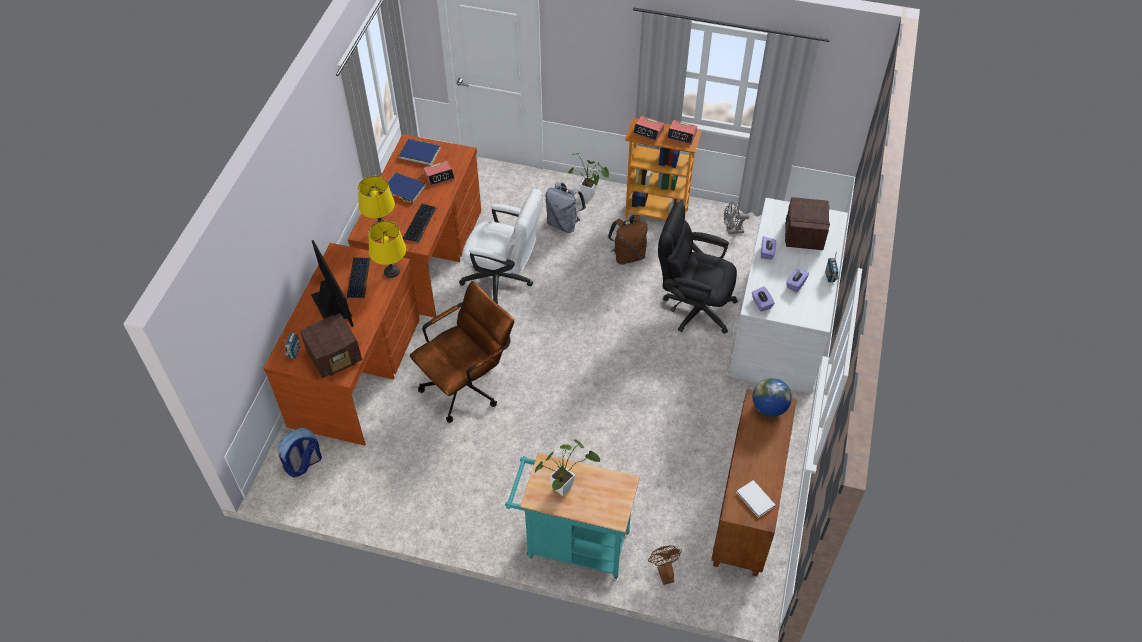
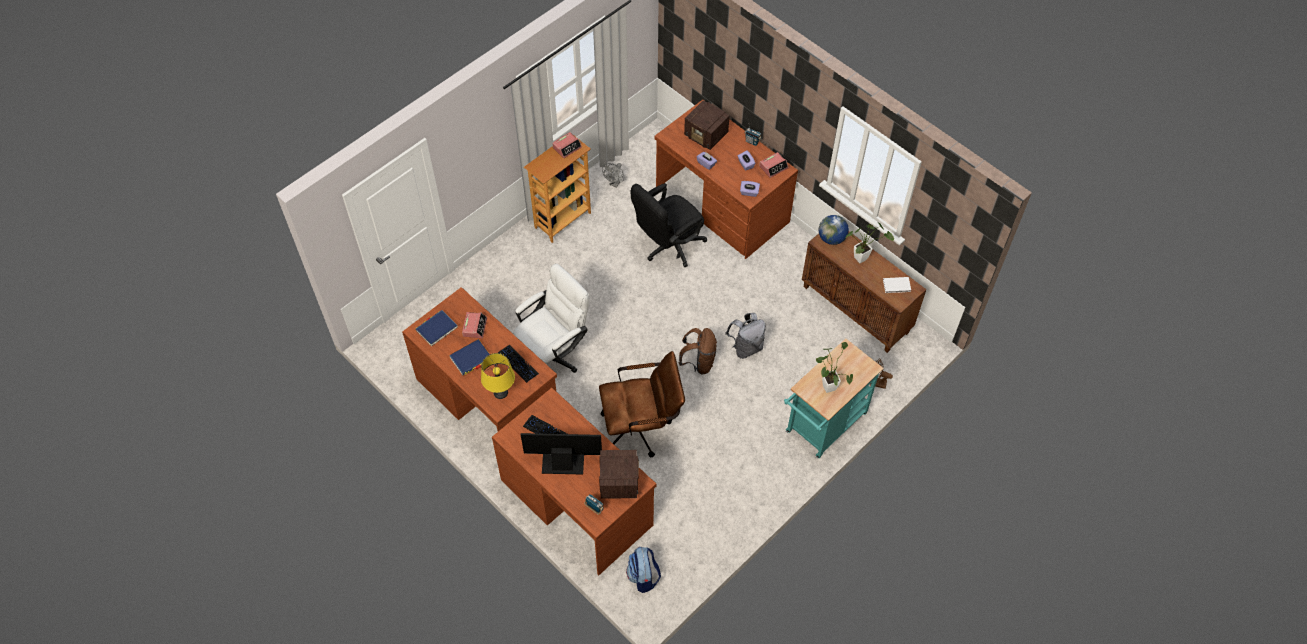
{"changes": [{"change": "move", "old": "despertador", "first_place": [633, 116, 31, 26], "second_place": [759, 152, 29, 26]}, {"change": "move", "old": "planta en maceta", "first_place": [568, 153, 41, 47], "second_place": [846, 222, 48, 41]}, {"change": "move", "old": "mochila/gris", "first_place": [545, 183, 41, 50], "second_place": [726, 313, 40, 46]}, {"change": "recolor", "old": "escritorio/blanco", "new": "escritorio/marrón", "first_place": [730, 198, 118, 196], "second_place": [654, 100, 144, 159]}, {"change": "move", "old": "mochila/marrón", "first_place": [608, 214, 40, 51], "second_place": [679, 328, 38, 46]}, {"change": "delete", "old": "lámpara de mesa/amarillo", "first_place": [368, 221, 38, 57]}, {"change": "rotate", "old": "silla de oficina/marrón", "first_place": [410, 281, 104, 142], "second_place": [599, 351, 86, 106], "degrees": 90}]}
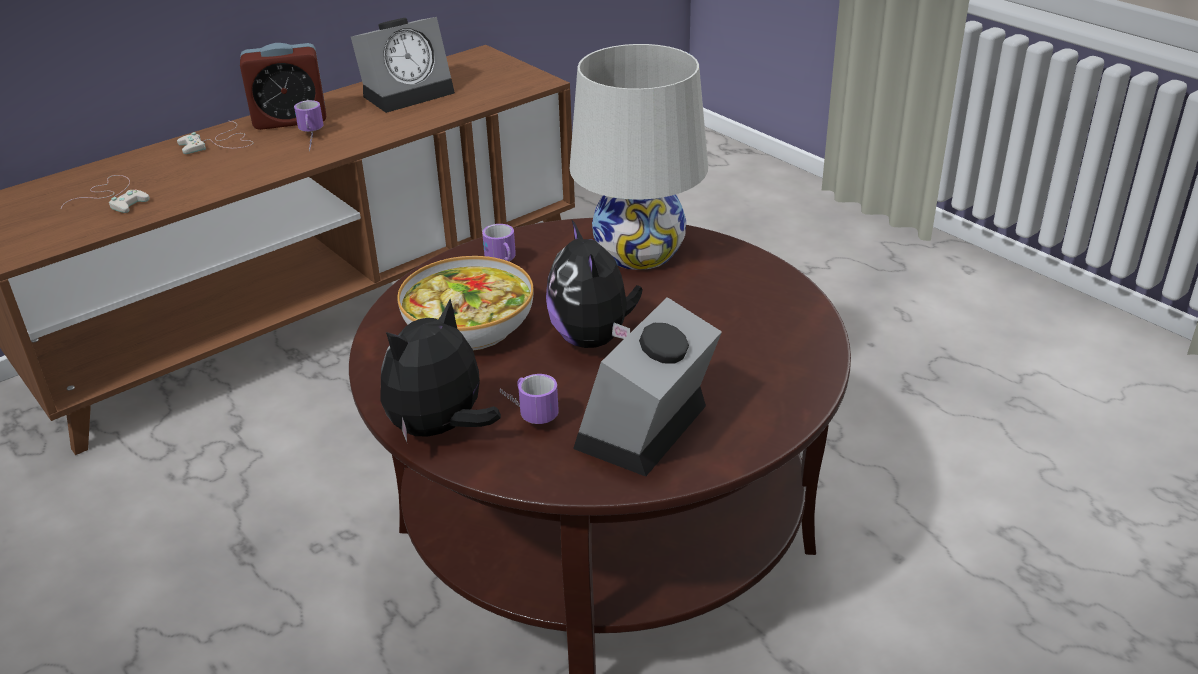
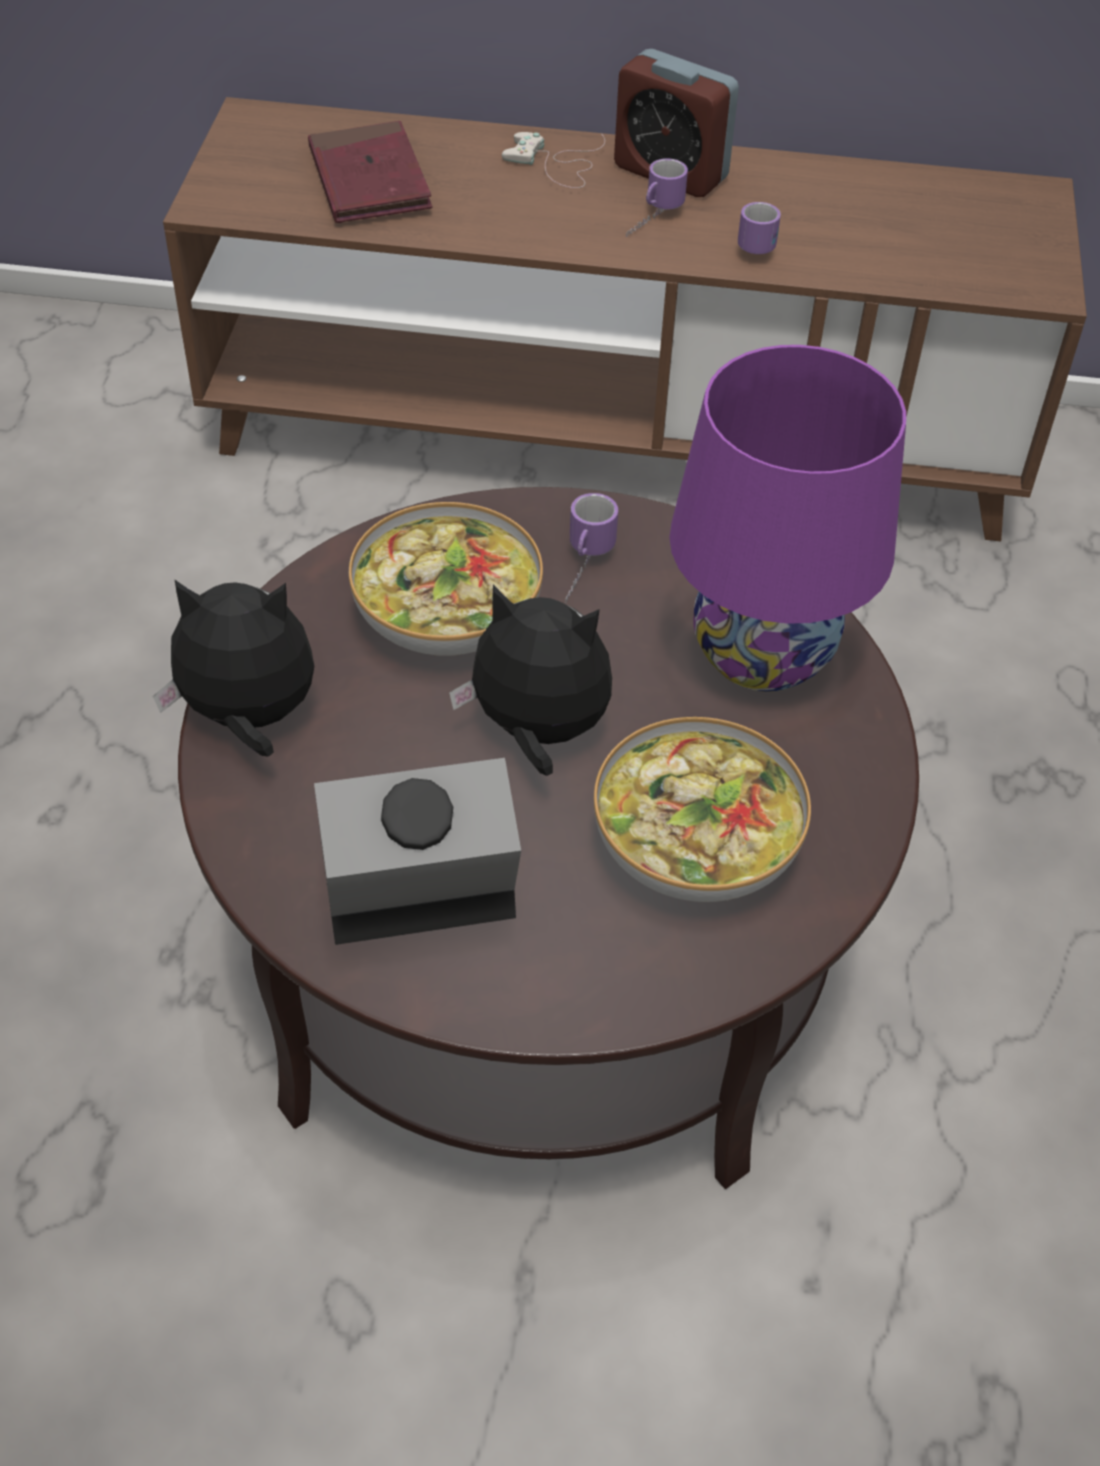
{"changes": [{"change": "delete", "old": "despertador", "first_place": [351, 17, 104, 96]}, {"change": "recolor", "old": "lámpara de mesa/blanco", "new": "lámpara de mesa/morado", "first_place": [569, 44, 139, 226], "second_place": [669, 345, 237, 347]}, {"change": "replace", "old": "mando de consola/blanco", "new": "libro/rojo", "first_place": [61, 175, 89, 38], "second_place": [308, 121, 124, 102]}, {"change": "rotate", "old": "peluche", "first_place": [546, 220, 96, 128], "second_place": [449, 585, 163, 191], "degrees": 75}, {"change": "move", "old": "taza grande", "first_place": [500, 374, 59, 50], "second_place": [738, 202, 43, 52]}, {"change": "insert", "new": "cuenco", "second_place": [594, 717, 217, 185]}]}
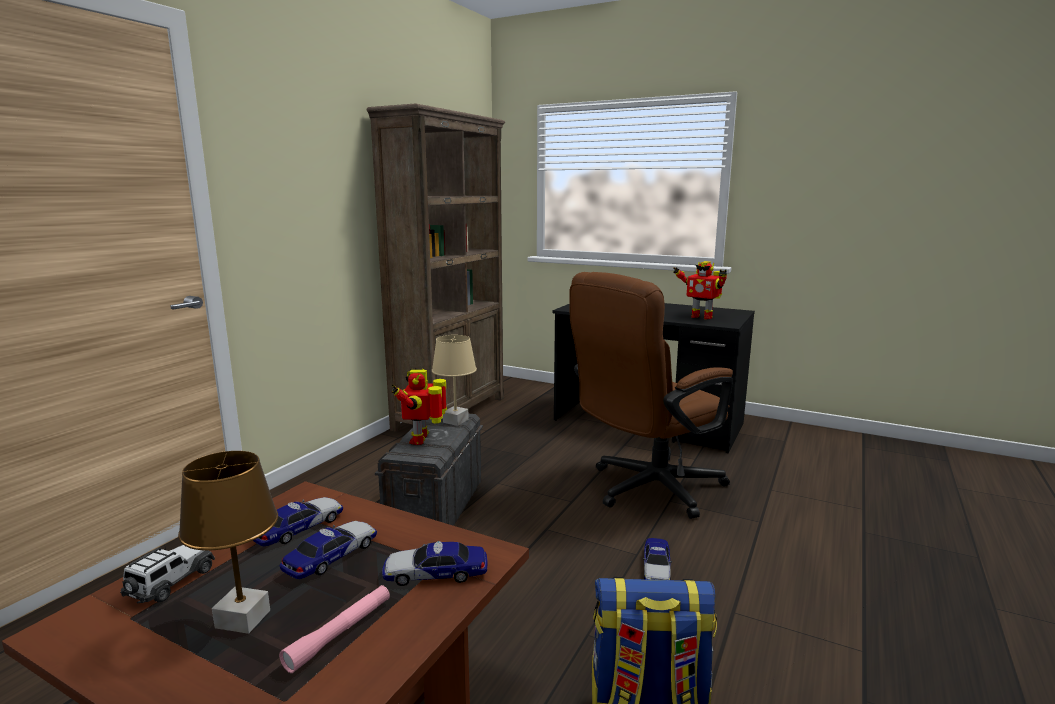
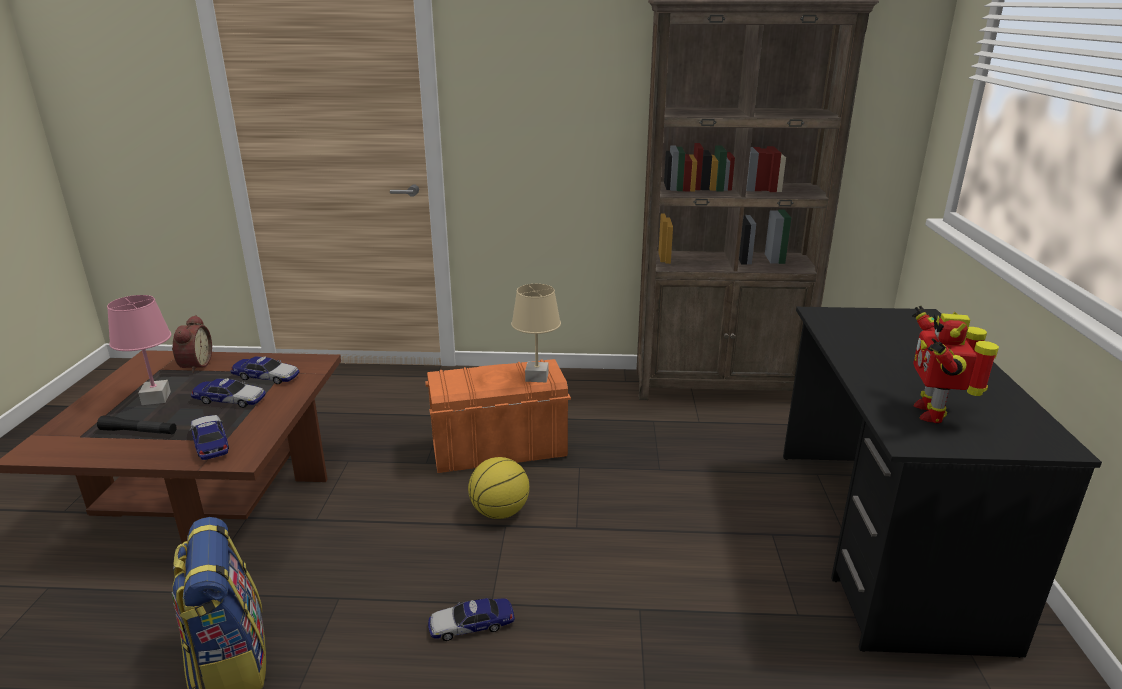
{"changes": [{"change": "delete", "old": "silla de oficina/marrón", "first_place": [569, 272, 164, 247]}, {"change": "delete", "old": "robot de juguete", "first_place": [391, 368, 56, 77]}, {"change": "recolor", "old": "caja de almacenaje/gris", "new": "caja de almacenaje/naranja", "first_place": [375, 414, 108, 112], "second_place": [425, 359, 146, 114]}, {"change": "recolor", "old": "lámpara de mesa/marrón", "new": "lámpara de mesa/rosa", "first_place": [178, 451, 100, 183], "second_place": [107, 295, 64, 110]}, {"change": "replace", "old": "coche de juguete", "new": "despertador", "first_place": [120, 542, 95, 62], "second_place": [172, 315, 40, 58]}, {"change": "recolor", "old": "linterna/rosa", "new": "linterna/negro", "first_place": [279, 585, 111, 88], "second_place": [97, 416, 80, 18]}, {"change": "insert", "new": "balón de baloncesto", "second_place": [468, 457, 61, 62]}]}
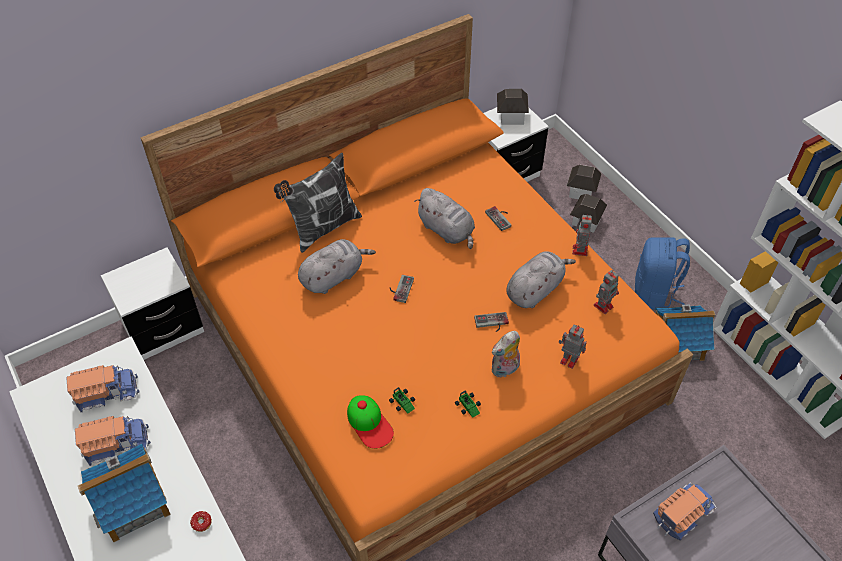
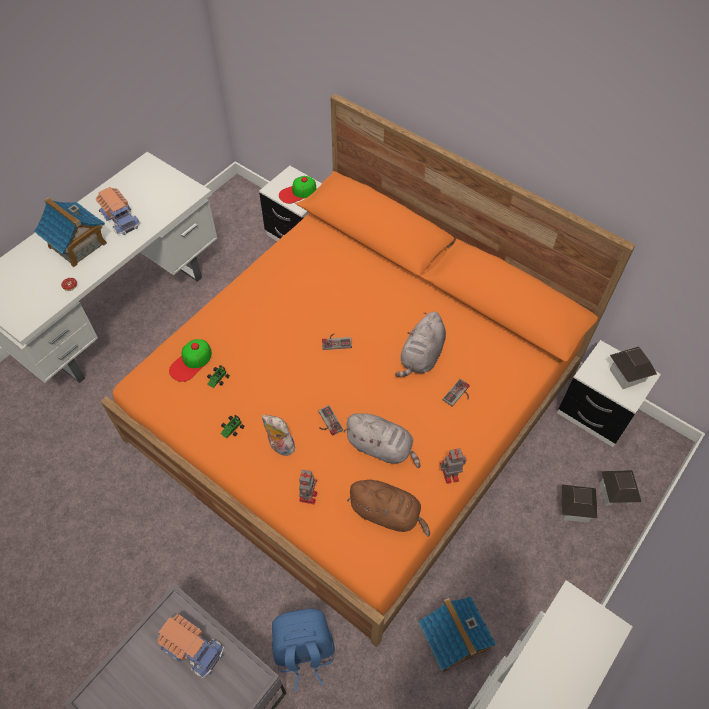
{"changes": [{"change": "delete", "old": "cojín", "first_place": [274, 153, 88, 100]}, {"change": "move", "old": "mochila/azul", "first_place": [635, 237, 55, 73], "second_place": [272, 609, 63, 82]}, {"change": "delete", "old": "peluche/gris", "first_place": [298, 239, 78, 55]}, {"change": "replace", "old": "robot de juguete", "new": "peluche/marrón", "first_place": [593, 270, 26, 44], "second_place": [347, 480, 83, 57]}, {"change": "delete", "old": "camión de juguete", "first_place": [66, 365, 74, 47]}, {"change": "insert", "new": "gorra", "second_place": [279, 176, 38, 28]}]}
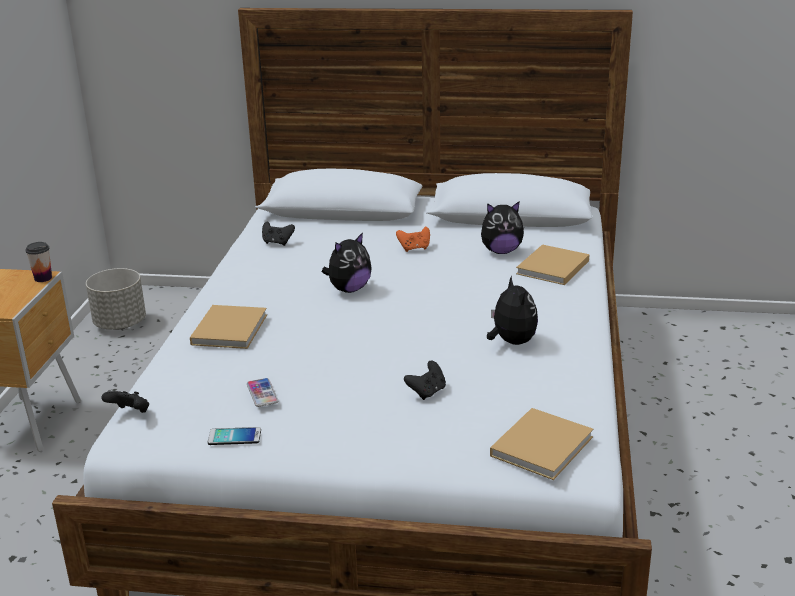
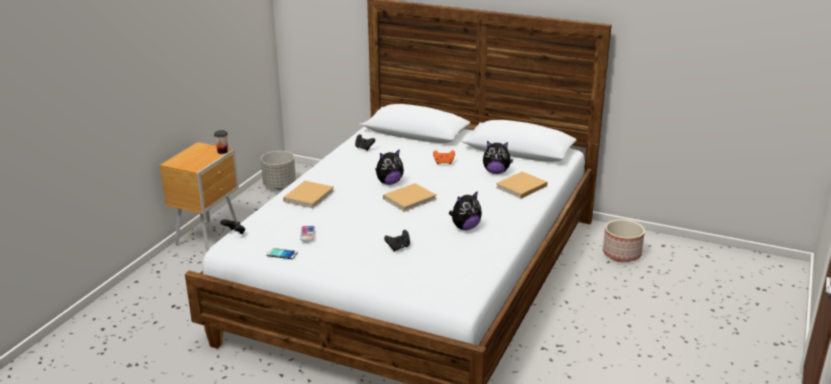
{"changes": [{"change": "rotate", "old": "peluche", "first_place": [487, 275, 51, 70], "second_place": [449, 191, 33, 39], "degrees": 60}, {"change": "move", "old": "libro/beis", "first_place": [490, 408, 104, 72], "second_place": [383, 183, 53, 29]}, {"change": "insert", "new": "maceta", "second_place": [603, 219, 42, 43]}]}
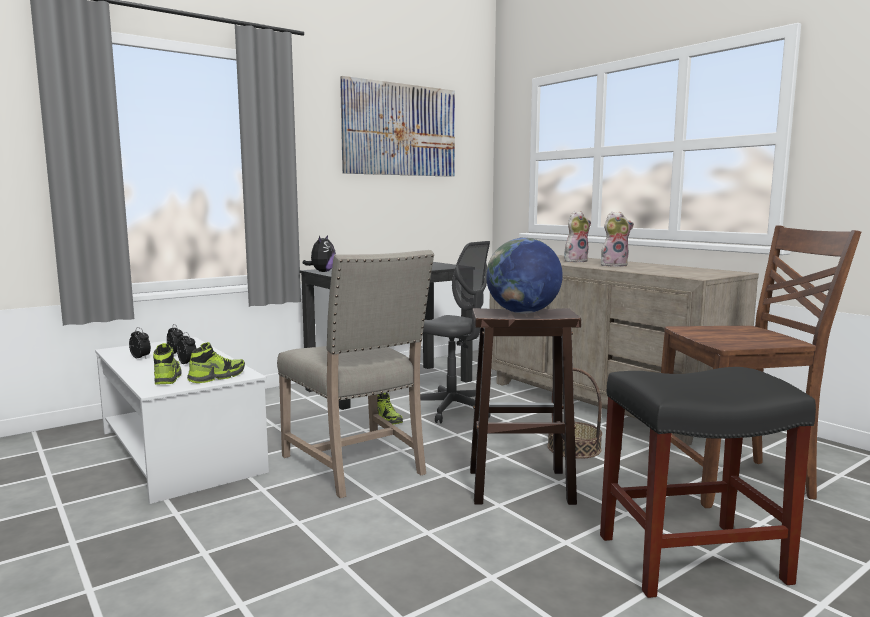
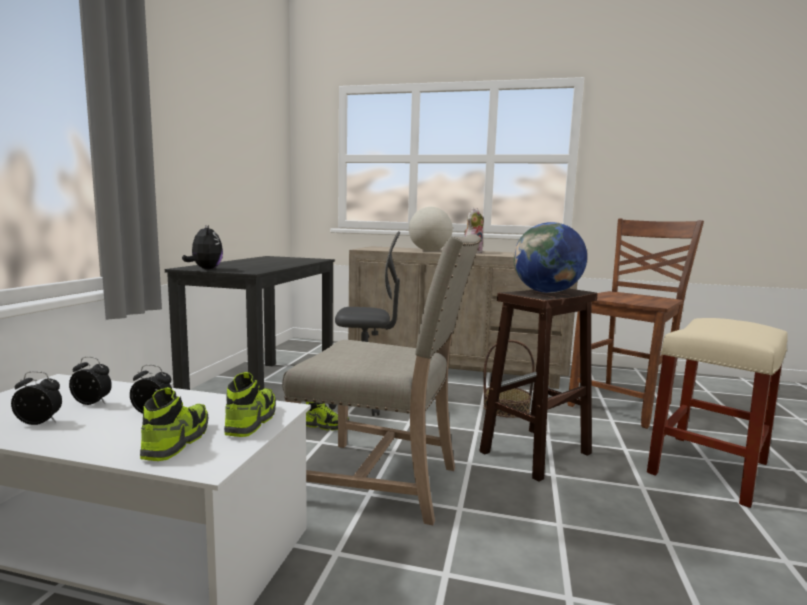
{"changes": [{"change": "delete", "old": "cuadro", "first_place": [340, 76, 115, 101]}, {"change": "replace", "old": "peluche", "new": "globo terráqueo", "first_place": [564, 211, 27, 51], "second_place": [409, 207, 44, 44]}, {"change": "rotate", "old": "zapato", "first_place": [153, 343, 29, 42], "second_place": [140, 387, 68, 74], "degrees": 60}, {"change": "recolor", "old": "taburete/negro", "new": "taburete/beis", "first_place": [600, 367, 216, 231], "second_place": [647, 318, 141, 190]}]}
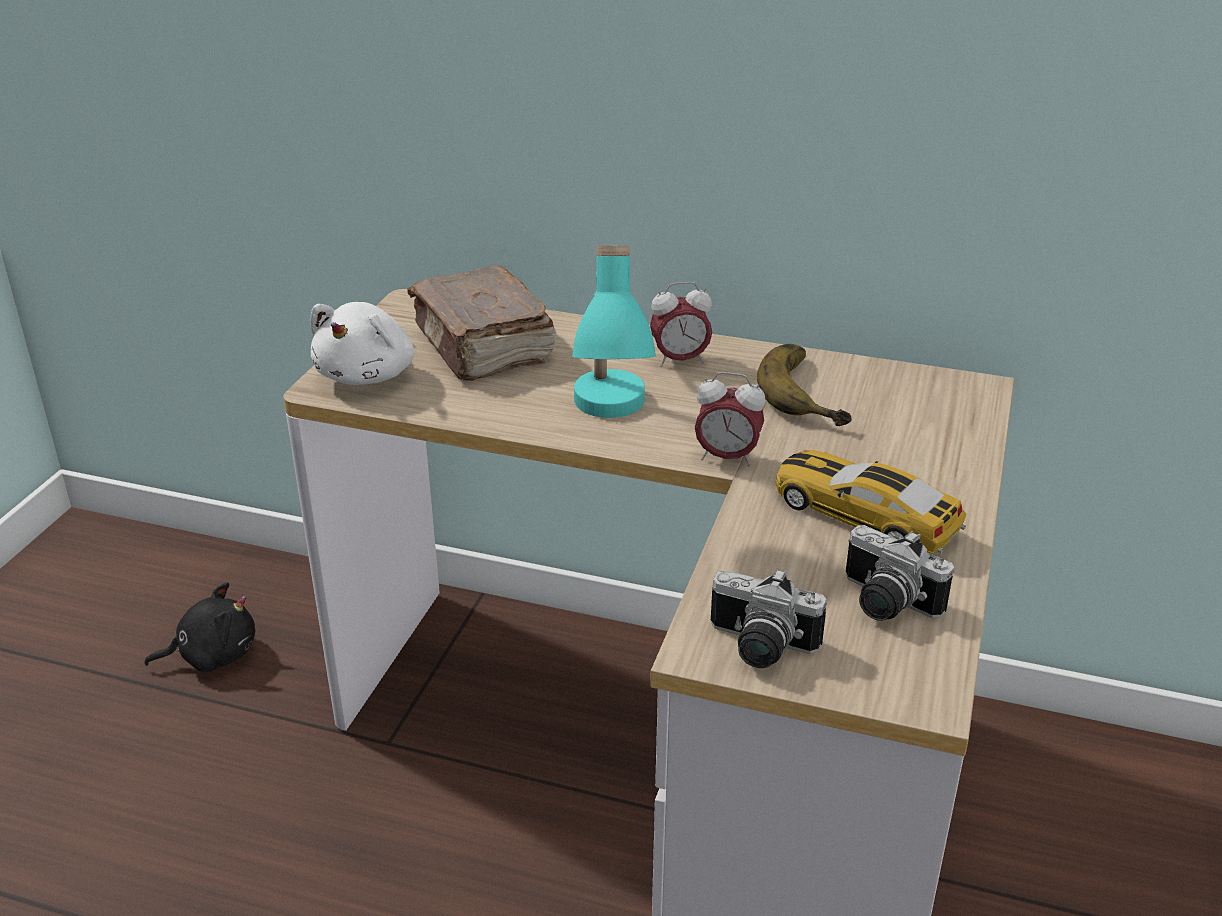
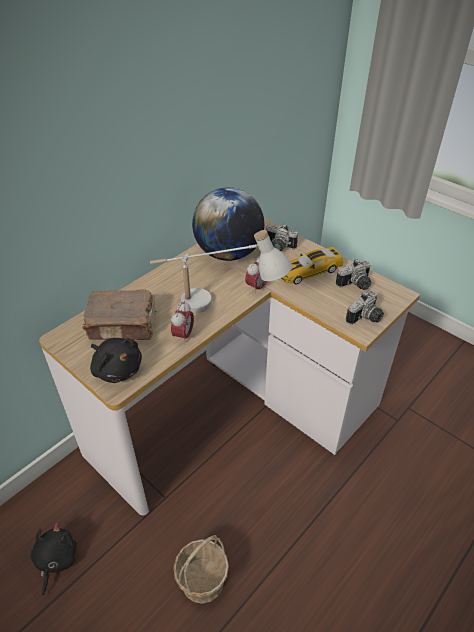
{"changes": [{"change": "recolor", "old": "lámpara de mesa/turquesa", "new": "lámpara de mesa/blanco", "first_place": [572, 245, 84, 173], "second_place": [150, 230, 142, 83]}, {"change": "move", "old": "despertador", "first_place": [650, 282, 62, 85], "second_place": [171, 301, 23, 43]}, {"change": "recolor", "old": "peluche/blanco", "new": "peluche/negro", "first_place": [310, 302, 104, 83], "second_place": [90, 338, 52, 45]}, {"change": "replace", "old": "plátano", "new": "globo terráqueo", "first_place": [757, 344, 94, 82], "second_place": [192, 187, 72, 74]}, {"change": "insert", "new": "cámara", "second_place": [266, 224, 32, 27]}, {"change": "insert", "new": "cesta", "second_place": [174, 535, 55, 69]}]}
